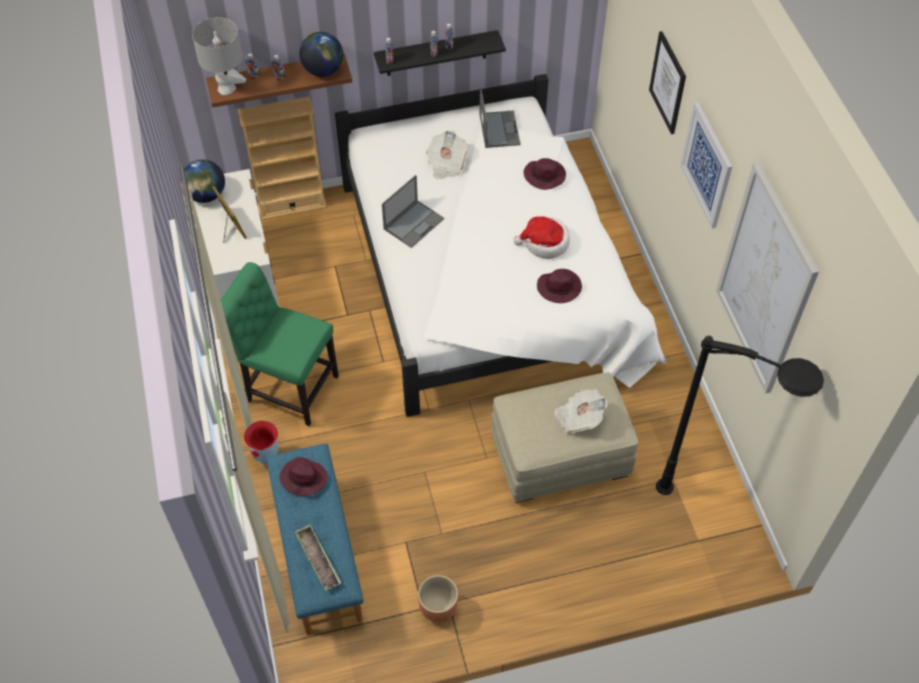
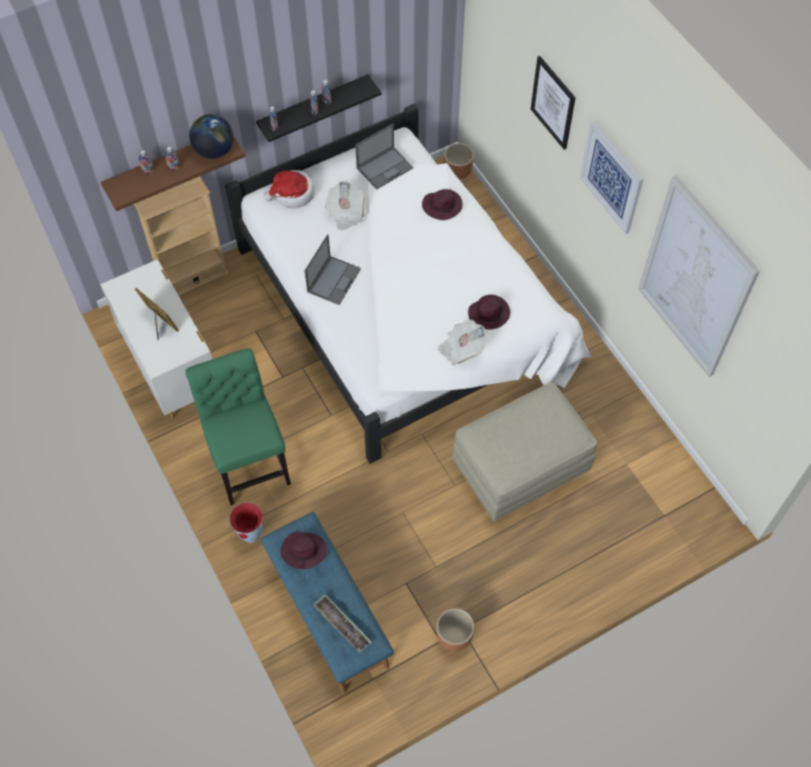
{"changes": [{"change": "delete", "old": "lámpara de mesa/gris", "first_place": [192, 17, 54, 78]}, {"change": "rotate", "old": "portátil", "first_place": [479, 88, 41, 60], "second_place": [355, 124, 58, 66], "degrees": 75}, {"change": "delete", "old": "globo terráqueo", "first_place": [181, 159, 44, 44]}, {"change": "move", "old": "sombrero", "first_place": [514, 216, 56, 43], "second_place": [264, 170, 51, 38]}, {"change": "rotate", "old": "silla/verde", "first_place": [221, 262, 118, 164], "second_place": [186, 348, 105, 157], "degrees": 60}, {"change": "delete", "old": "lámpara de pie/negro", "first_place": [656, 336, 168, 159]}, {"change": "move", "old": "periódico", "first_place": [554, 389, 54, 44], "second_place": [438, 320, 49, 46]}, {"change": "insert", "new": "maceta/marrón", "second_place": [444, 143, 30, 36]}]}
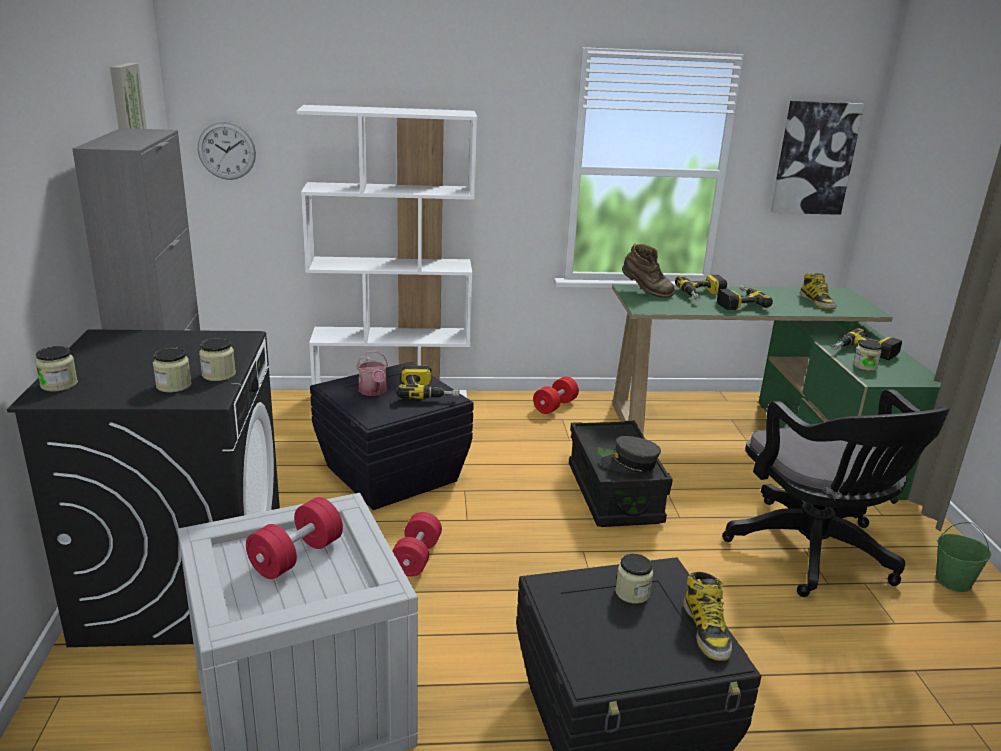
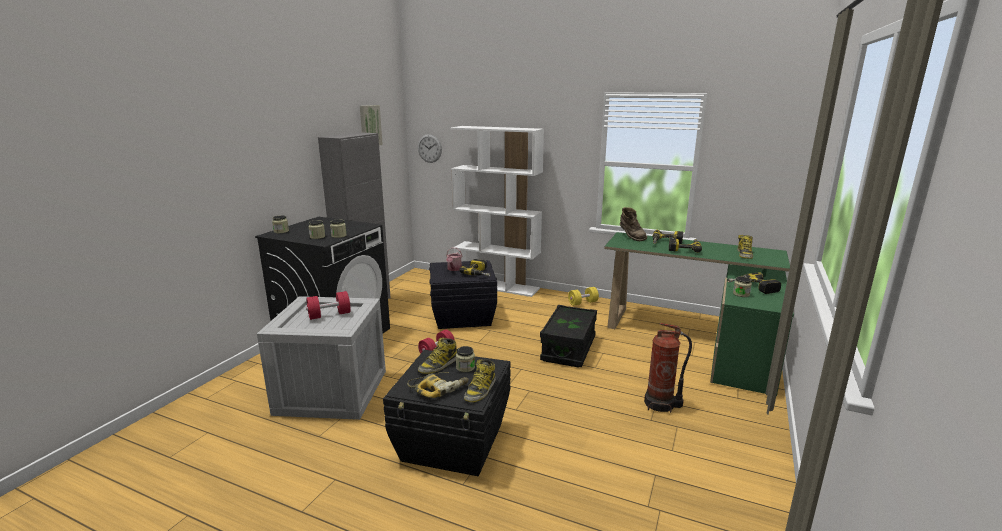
{"changes": [{"change": "delete", "old": "cuadro", "first_place": [771, 101, 93, 114]}, {"change": "recolor", "old": "mancuerna/rojo", "new": "mancuerna/amarillo", "first_place": [533, 376, 46, 38], "second_place": [568, 287, 31, 19]}, {"change": "replace", "old": "silla de oficina/negro", "new": "extintor", "first_place": [722, 389, 228, 208], "second_place": [644, 323, 48, 90]}, {"change": "delete", "old": "gorra/gris", "first_place": [600, 436, 61, 37]}, {"change": "delete", "old": "cubo/verde", "first_place": [936, 522, 56, 70]}, {"change": "insert", "new": "bota", "second_place": [418, 338, 39, 36]}, {"change": "insert", "new": "taladro", "second_place": [407, 372, 62, 26]}]}
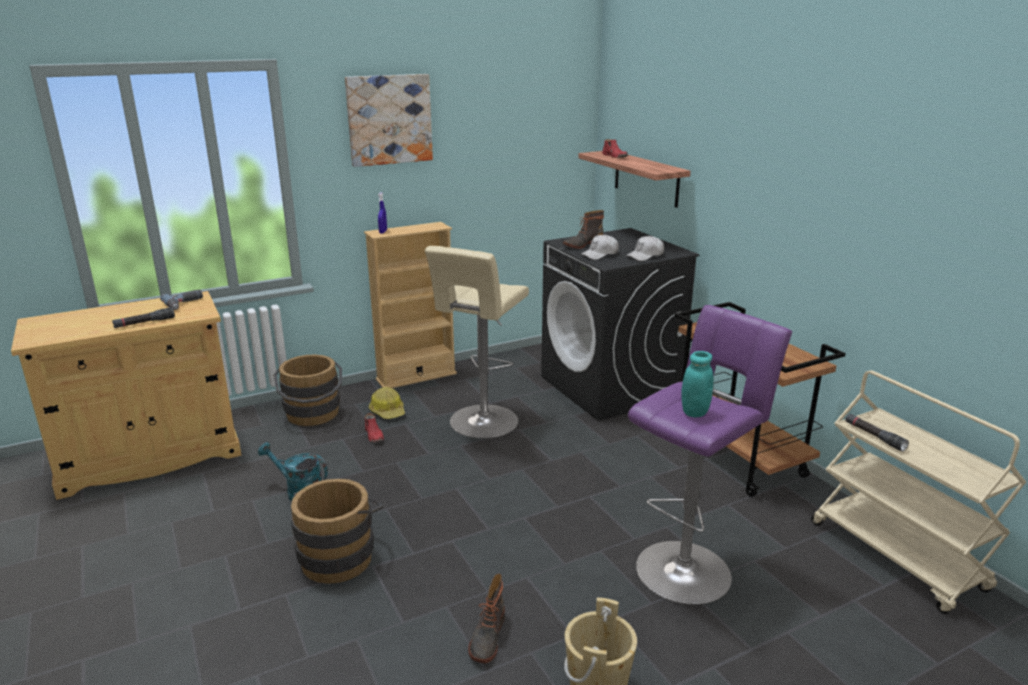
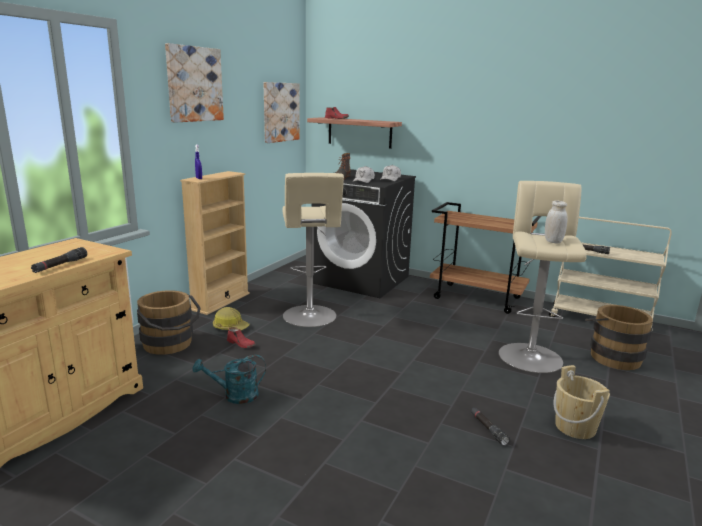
{"changes": [{"change": "delete", "old": "taladro", "first_place": [160, 290, 43, 20]}, {"change": "recolor", "old": "taburete/morado", "new": "taburete/beis", "first_place": [628, 305, 164, 300], "second_place": [499, 181, 88, 192]}, {"change": "recolor", "old": "tarro/turquesa", "new": "tarro/blanco", "first_place": [681, 351, 33, 66], "second_place": [545, 201, 23, 42]}, {"change": "move", "old": "cubo/marrón", "first_place": [291, 478, 92, 106], "second_place": [585, 305, 68, 65]}, {"change": "replace", "old": "bota", "new": "linterna/negro", "first_place": [468, 574, 37, 89], "second_place": [471, 408, 39, 38]}, {"change": "insert", "new": "cuadro", "second_place": [263, 82, 37, 61]}]}
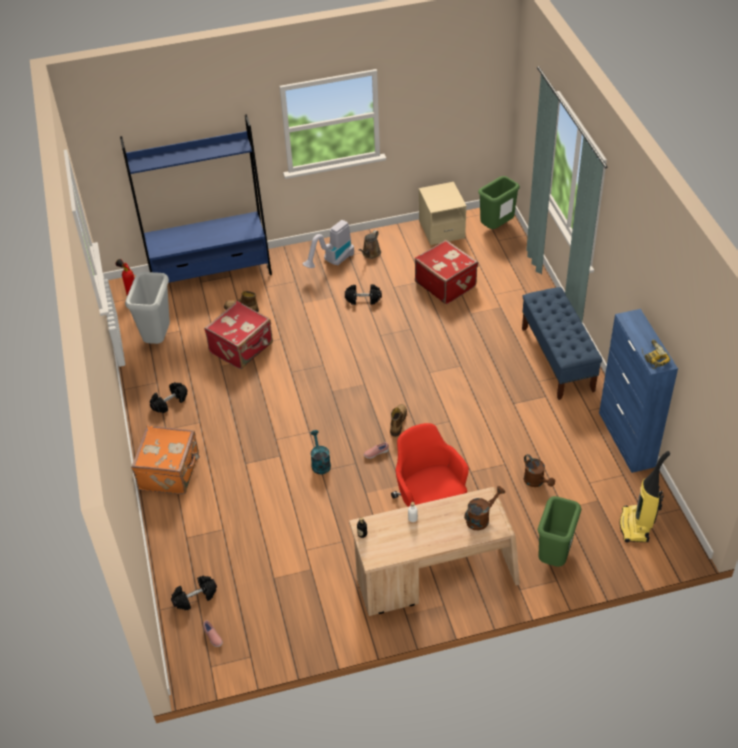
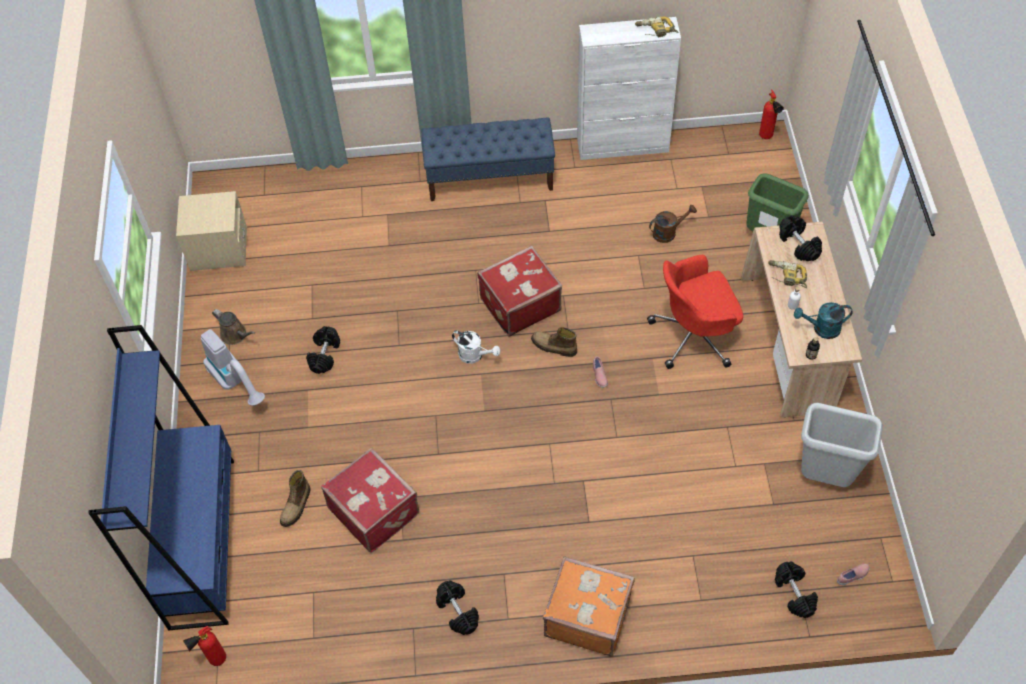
{"changes": [{"change": "delete", "old": "papelera/verde", "first_place": [478, 176, 42, 53]}, {"change": "move", "old": "maleta/rojo", "first_place": [415, 240, 63, 64], "second_place": [477, 246, 85, 91]}, {"change": "move", "old": "papelera/gris", "first_place": [125, 272, 45, 72], "second_place": [801, 403, 82, 84]}, {"change": "recolor", "old": "armario/azul", "new": "armario/blanco", "first_place": [599, 309, 79, 164], "second_place": [577, 17, 104, 143]}, {"change": "move", "old": "regadera/turquesa", "first_place": [310, 430, 21, 44], "second_place": [794, 302, 59, 37]}, {"change": "delete", "old": "aspiradora", "first_place": [619, 451, 51, 91]}, {"change": "replace", "old": "regadera/marrón", "new": "mancuerna/negro", "first_place": [464, 486, 41, 44], "second_place": [779, 215, 43, 46]}, {"change": "insert", "new": "extintor", "second_place": [759, 89, 25, 50]}, {"change": "insert", "new": "taladro", "second_place": [768, 260, 39, 28]}, {"change": "insert", "new": "regadera/blanco", "second_place": [452, 330, 48, 34]}]}
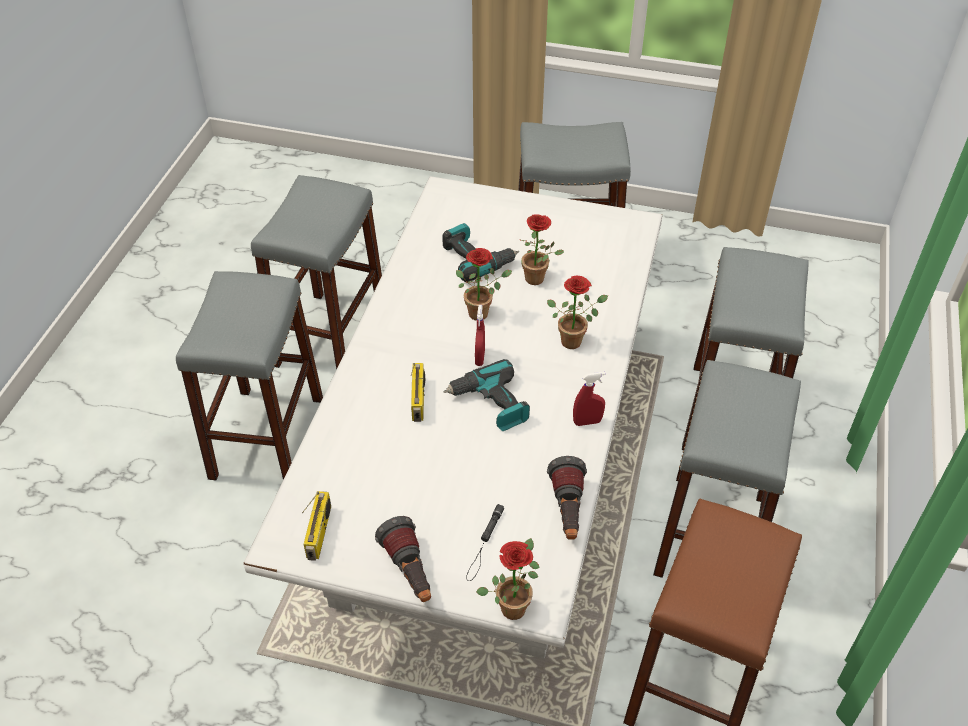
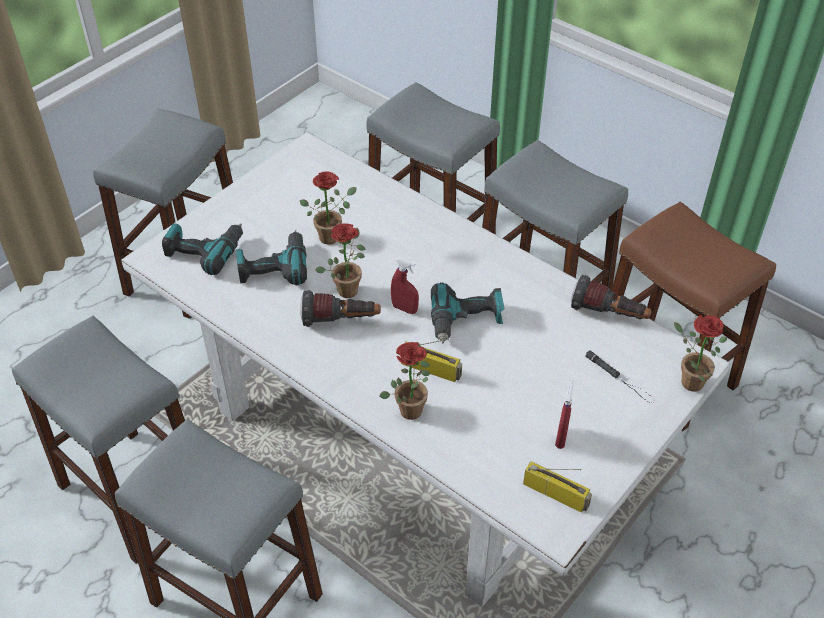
{"changes": [{"change": "move", "old": "planta en maceta", "first_place": [547, 276, 61, 73], "second_place": [380, 342, 50, 78]}, {"change": "move", "old": "pulverizador/rojo", "first_place": [573, 372, 32, 54], "second_place": [555, 380, 18, 69]}, {"change": "move", "old": "linterna", "first_place": [375, 516, 56, 86], "second_place": [300, 290, 81, 37]}, {"change": "insert", "new": "taladro", "second_place": [162, 223, 81, 52]}]}
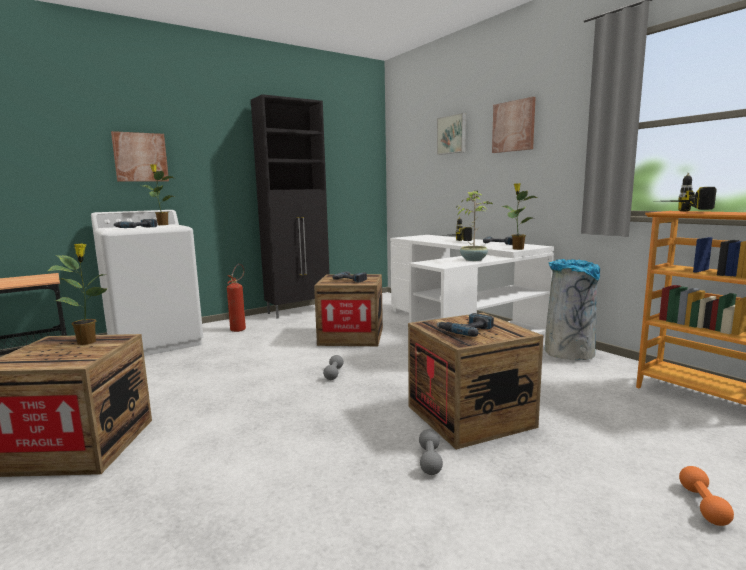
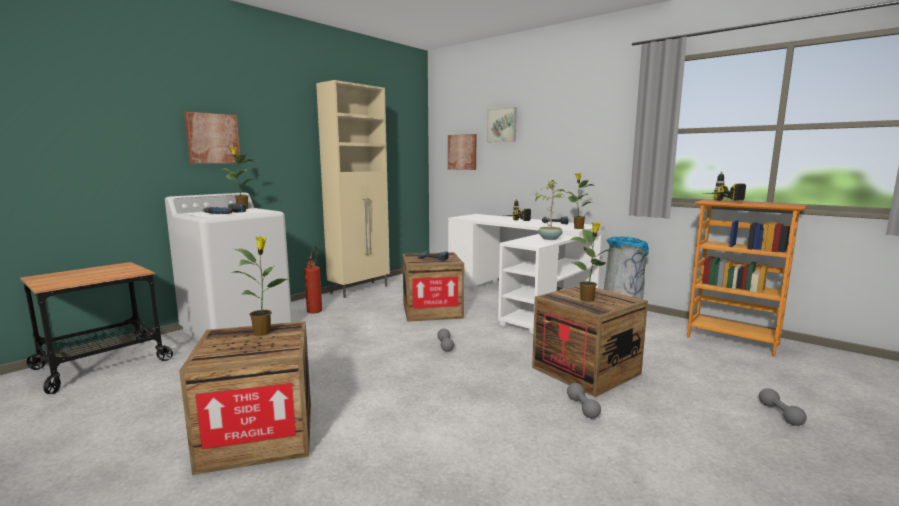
{"changes": [{"change": "recolor", "old": "armario/negro", "new": "armario/beis", "first_place": [251, 94, 79, 225], "second_place": [316, 80, 74, 218]}, {"change": "move", "old": "cuadro", "first_place": [492, 97, 44, 56], "second_place": [448, 134, 29, 36]}, {"change": "replace", "old": "taladro", "new": "planta en maceta", "first_place": [436, 313, 58, 24], "second_place": [570, 222, 43, 80]}, {"change": "recolor", "old": "mancuerna/naranja", "new": "mancuerna/gris", "first_place": [679, 466, 55, 60], "second_place": [759, 388, 48, 38]}]}
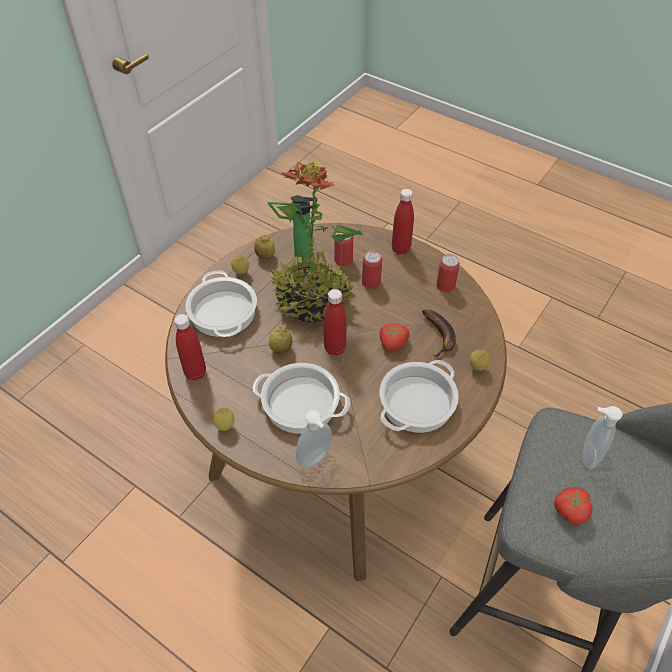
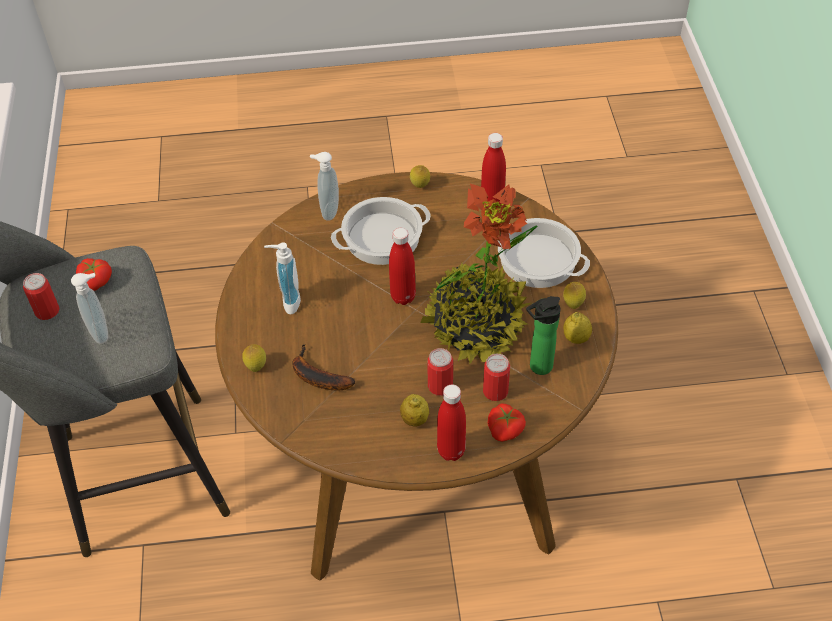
{"changes": [{"change": "move", "old": "lata", "first_place": [436, 254, 24, 38], "second_place": [23, 273, 36, 47]}, {"change": "move", "old": "tomate", "first_place": [380, 323, 29, 28], "second_place": [488, 403, 38, 39]}, {"change": "move", "old": "limón", "first_place": [269, 325, 23, 29], "second_place": [400, 394, 29, 33]}, {"change": "replace", "old": "olla", "new": "dispensador de jabón", "first_place": [380, 360, 79, 73], "second_place": [264, 243, 37, 72]}]}
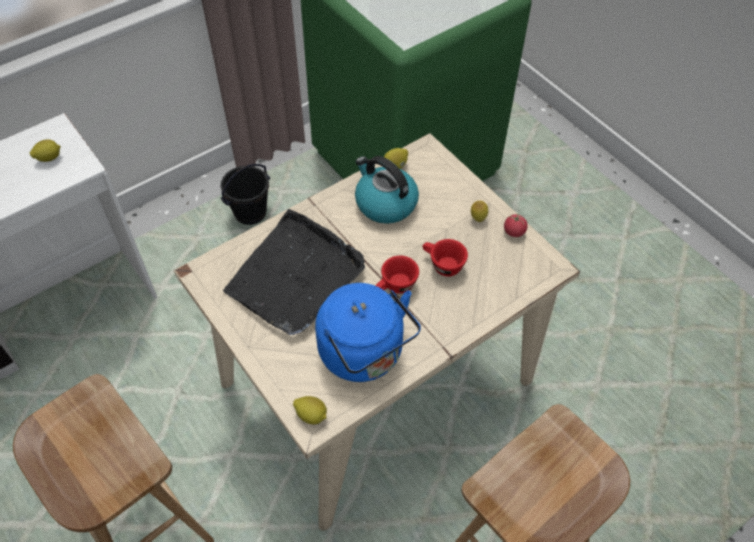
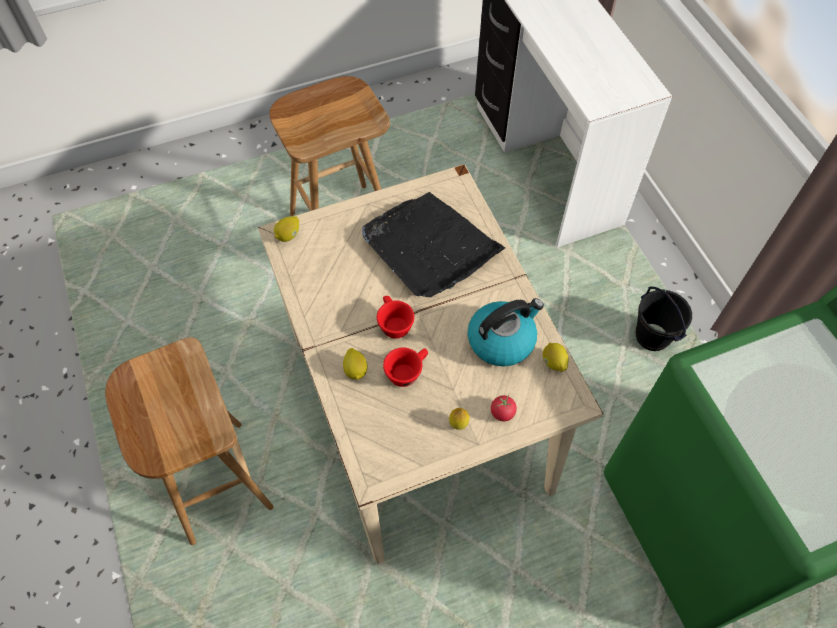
{"changes": [{"change": "move", "old": "limón", "first_place": [30, 139, 31, 23], "second_place": [343, 348, 24, 32]}, {"change": "move", "old": "tomate", "first_place": [504, 213, 23, 24], "second_place": [491, 395, 26, 26]}, {"change": "delete", "old": "hervidor/azul", "first_place": [315, 283, 106, 99]}]}
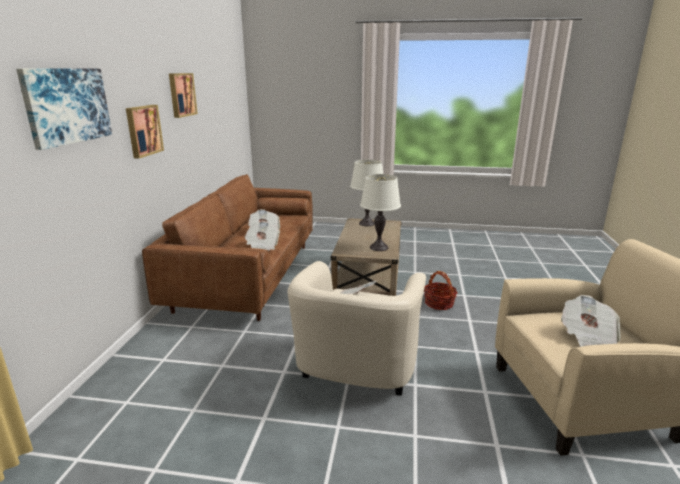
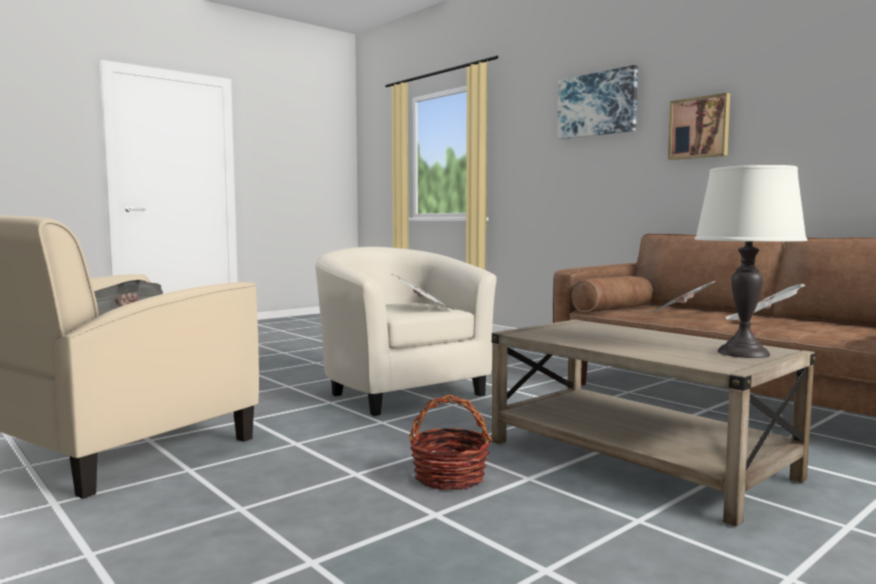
{"changes": [{"change": "delete", "old": "cuadro", "first_place": [169, 73, 29, 45]}, {"change": "delete", "old": "lámpara de mesa/blanco", "first_place": [360, 174, 41, 77]}]}
